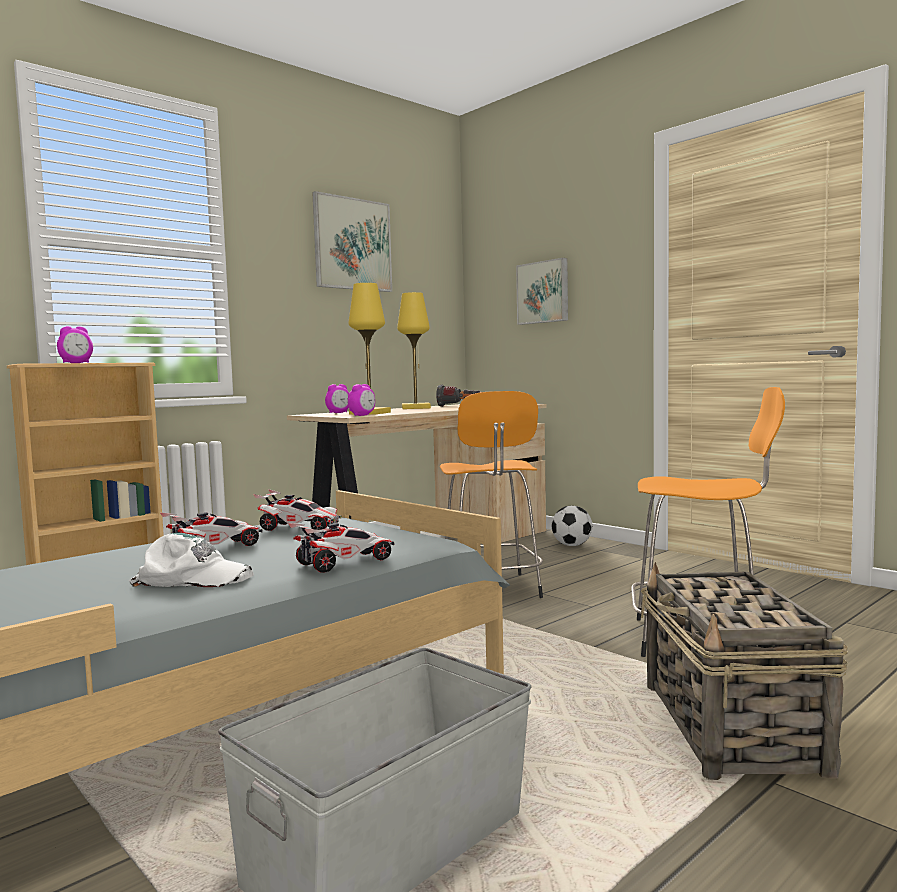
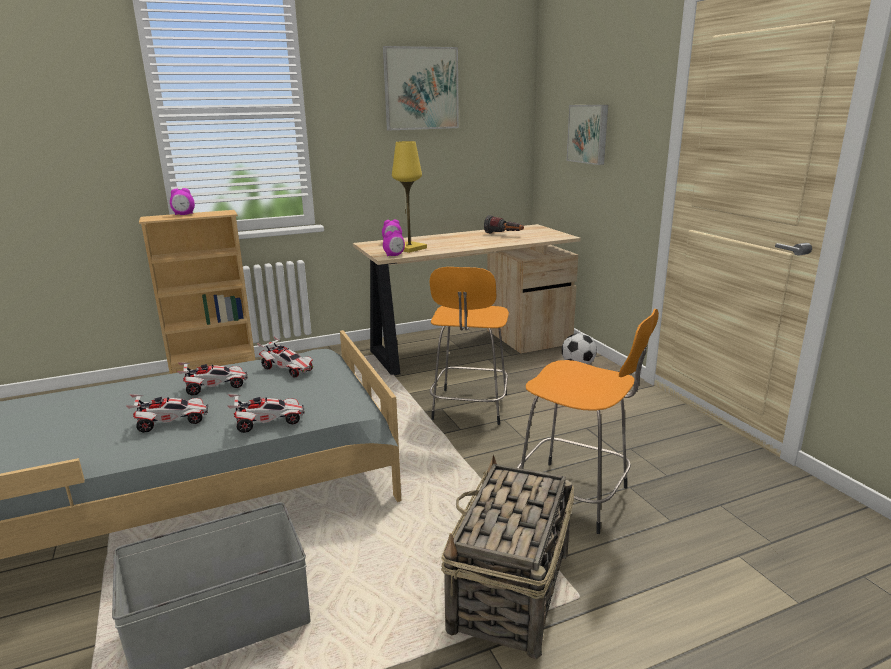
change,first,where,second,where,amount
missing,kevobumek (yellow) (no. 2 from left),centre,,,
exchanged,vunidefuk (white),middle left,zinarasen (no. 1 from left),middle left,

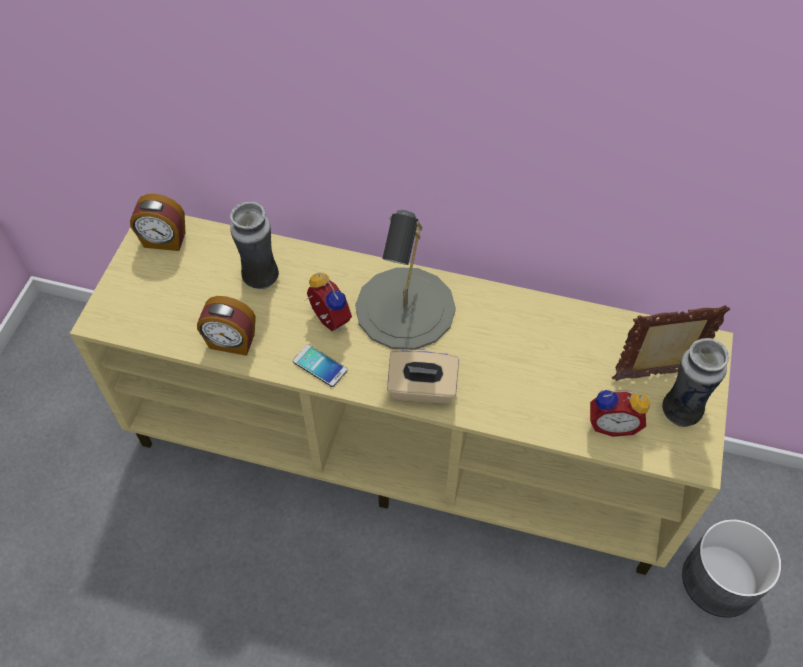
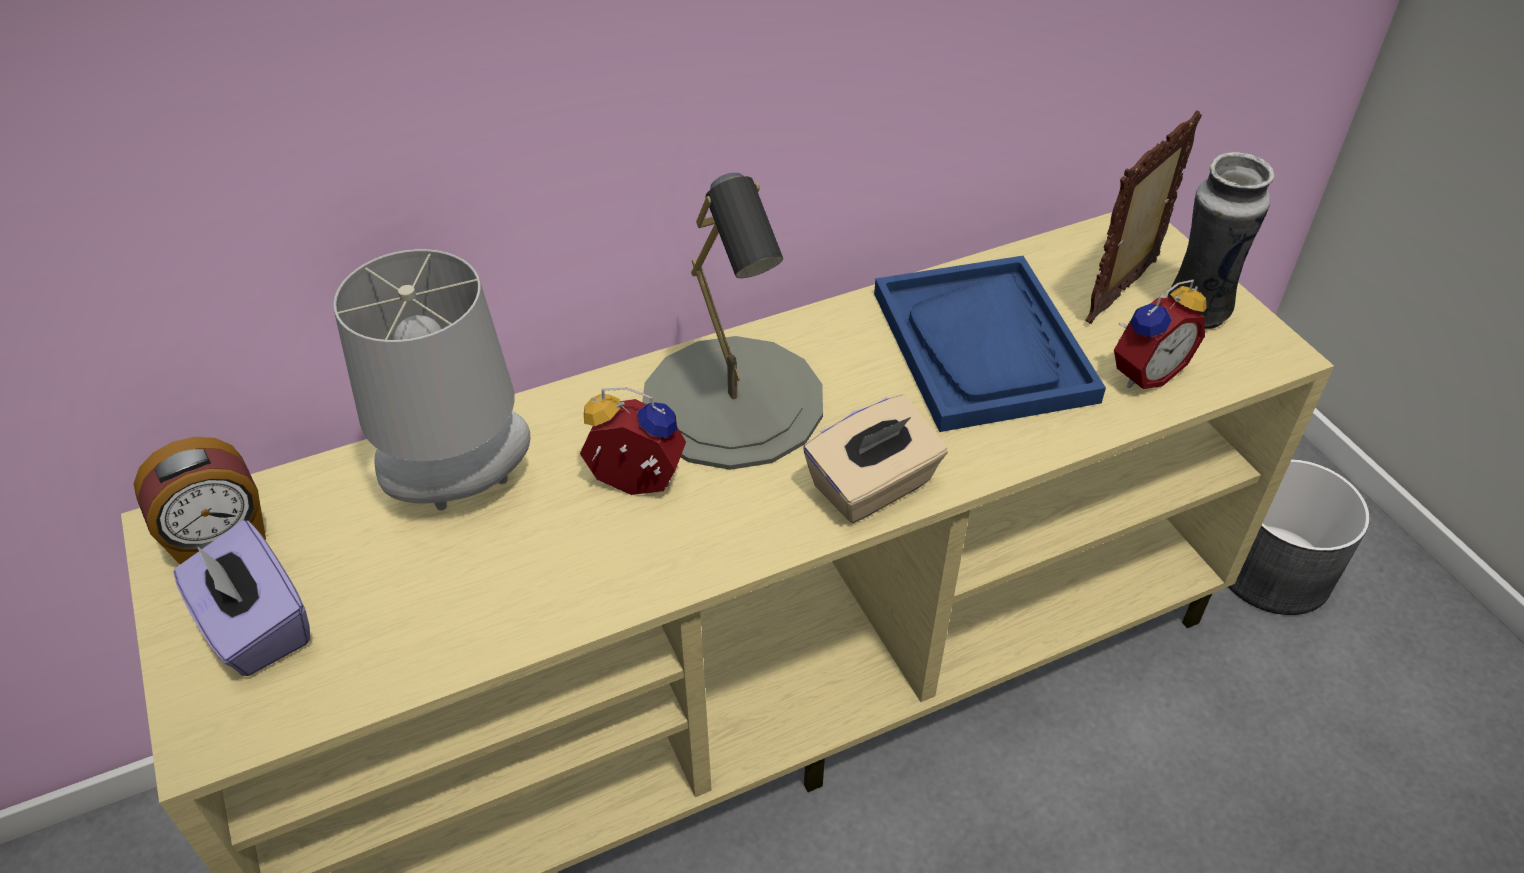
change,first,where,second,where,amount
exchanged,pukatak (no. 1 from left),middle left,kevobumek (grey) (no. 1 from left),middle left,
missing,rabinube (no. 2 from left),middle left,,,
missing,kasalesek,centre,,,
appeared,,,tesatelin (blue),centre,
appeared,,,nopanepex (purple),bottom left,

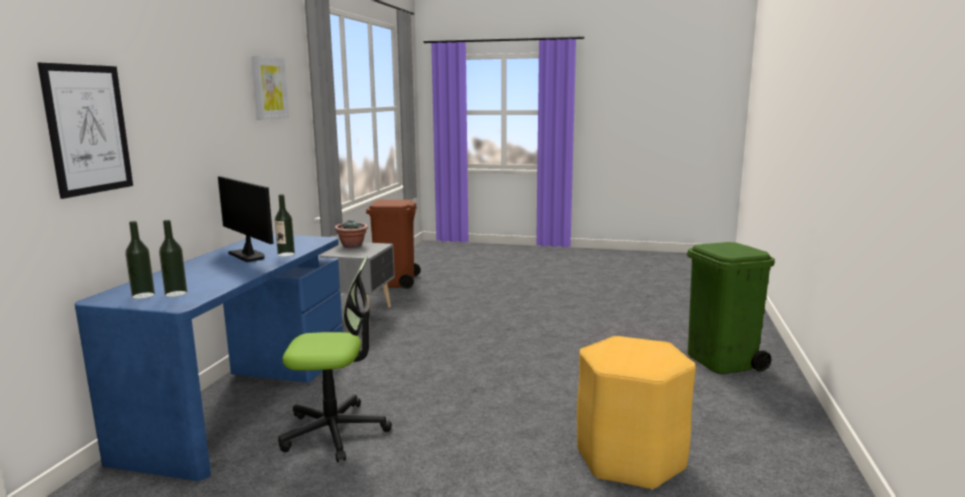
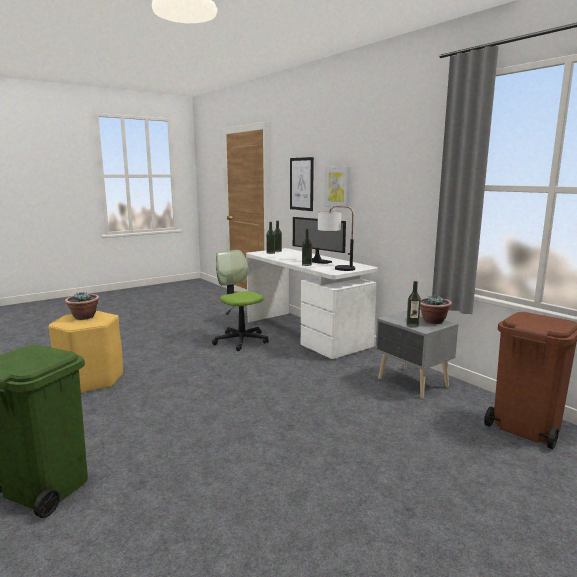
change,first,where,second,where,amount
relocated,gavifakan (no. 2 from left),top left,,top centre,
spun,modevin,middle left,,centre,45 degrees clockwise
colour,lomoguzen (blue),bottom left,lomoguzen (white),centre,
spun,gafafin,bottom centre,,centre,105 degrees clockwise
appeared,,,kevobumek,centre,
appeared,,,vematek (no. 4 from left),middle right,
appeared,,,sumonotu (no. 1 from left),middle left,

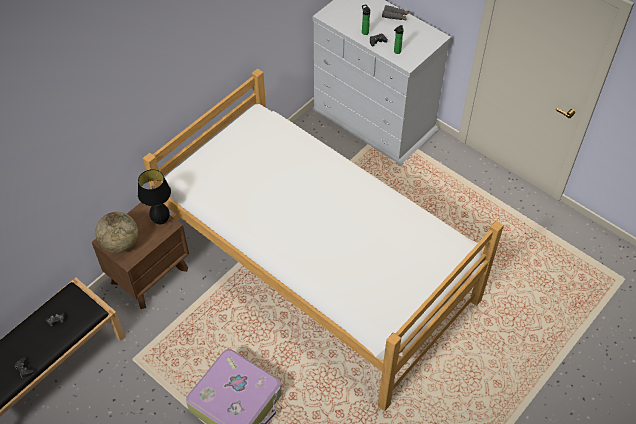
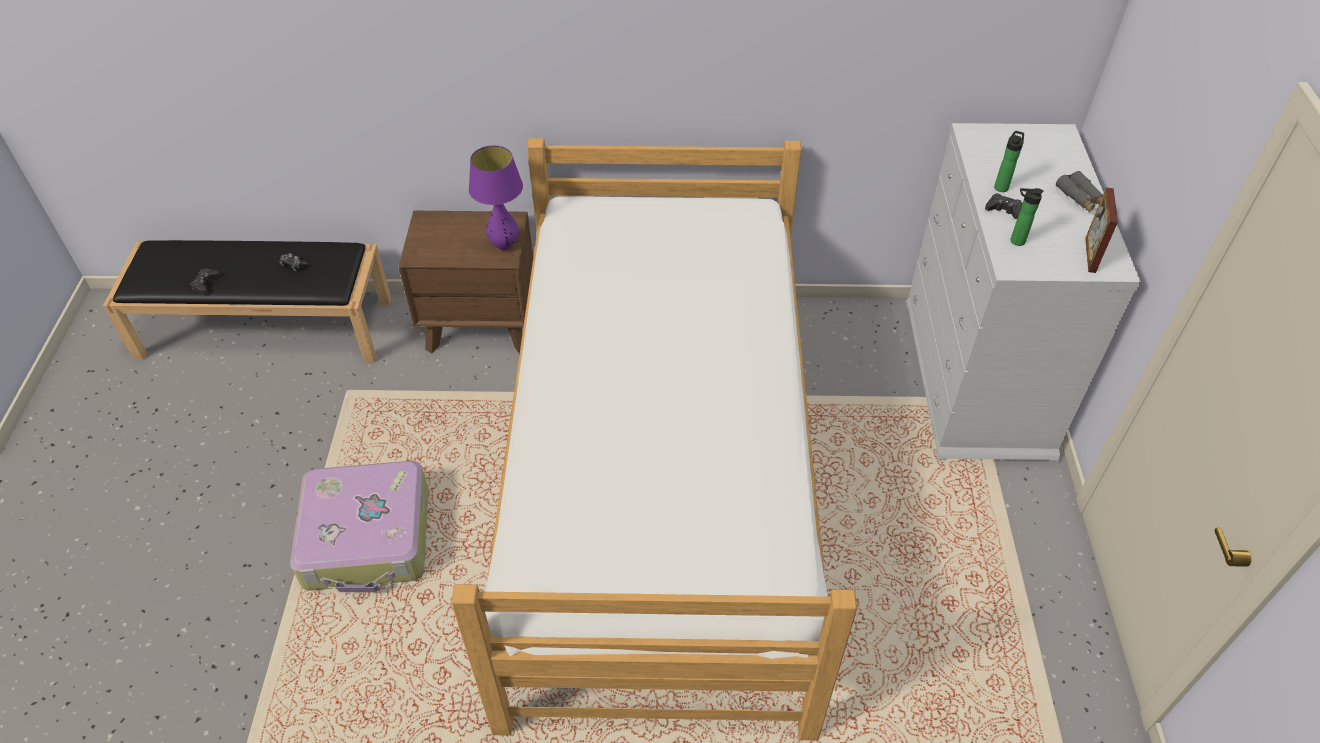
change,first,where,second,where,amount
colour,kevobumek (black),middle left,kevobumek (purple),top centre,
missing,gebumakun,middle left,,,
appeared,,,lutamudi,top right,

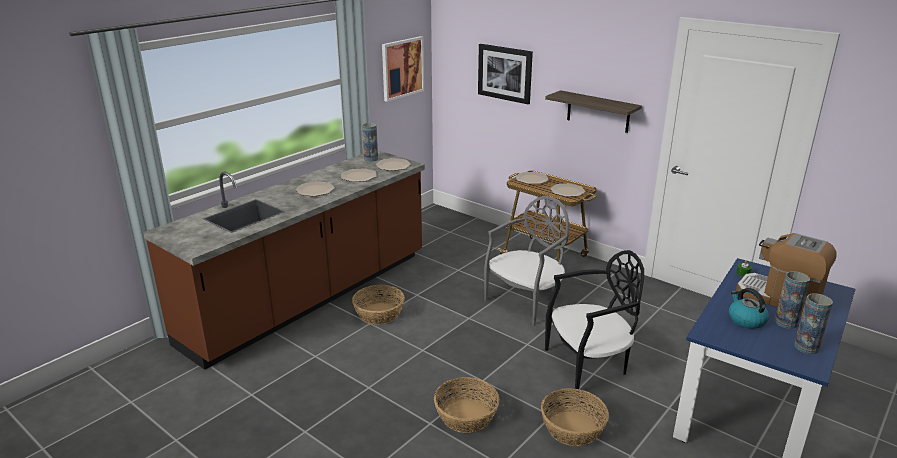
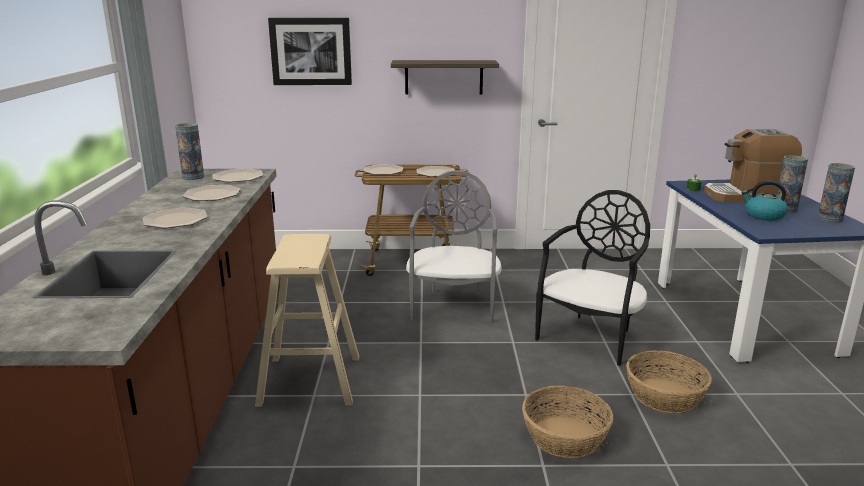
change,first,where,second,where,amount
missing,gavifakan (no. 1 from left),top centre,,,
exchanged,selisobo (no. 1 from left),centre,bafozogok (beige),centre,

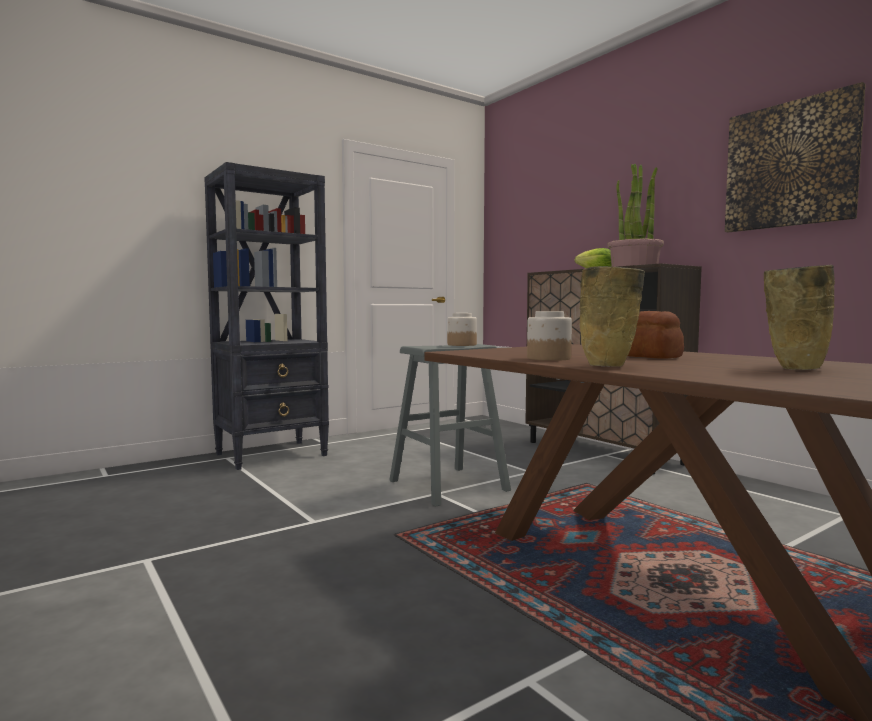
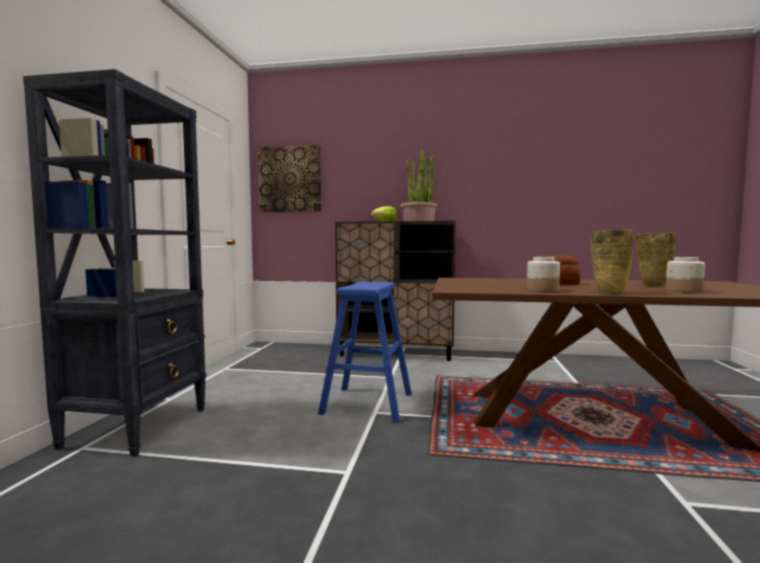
change,first,where,second,where,amount
relocated,gavifakan,top right,,top centre,
relocated,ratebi (no. 1 from left in the first image),centre,ratebi (no. 2 from left),middle right,
colour,bafozogok (grey),centre,bafozogok (blue),centre,

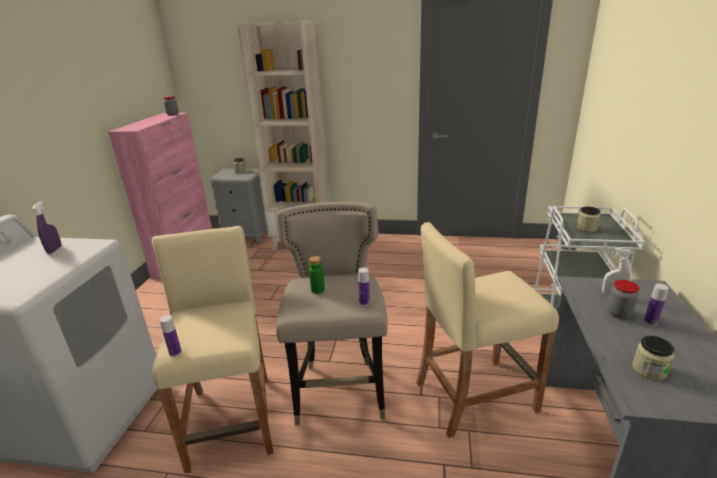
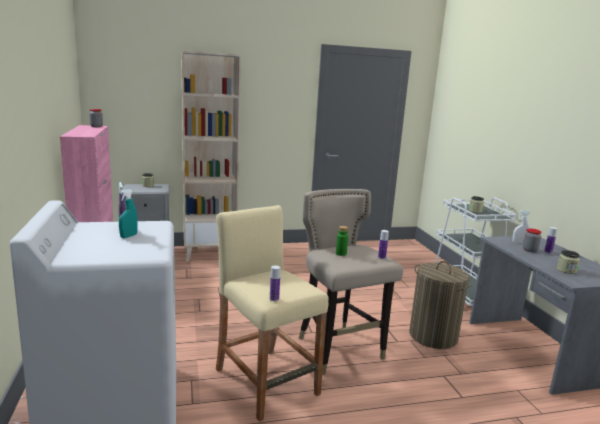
change,first,where,second,where,amount
exchanged,bafozogok (beige) (no. 3 from left),bottom right,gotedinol,bottom right,
appeared,,,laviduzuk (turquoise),middle left,

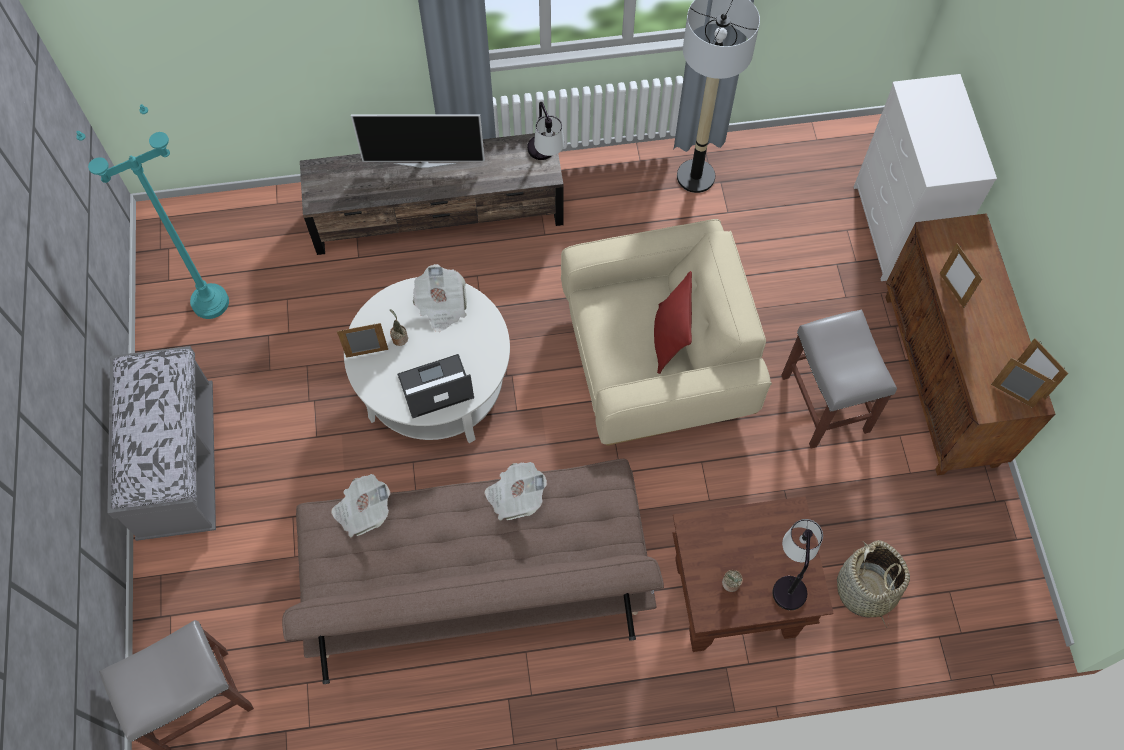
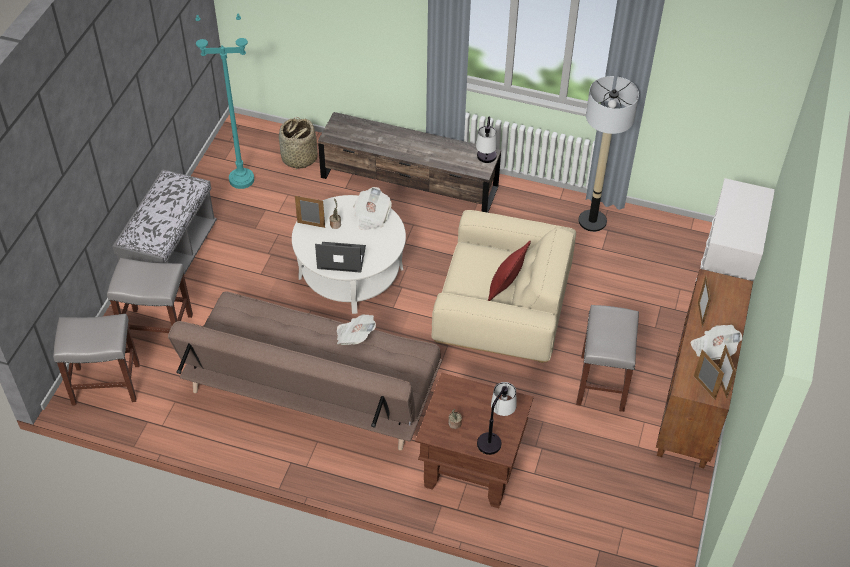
change,first,where,second,where,amount
missing,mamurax,top centre,,,
relocated,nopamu (no. 1 from left in the first image),bottom left,nopamu (no. 3 from left),middle right,
relocated,selisobo,bottom right,,top centre,
appeared,,,bafozogok (grey) (no. 2 from left),middle left,

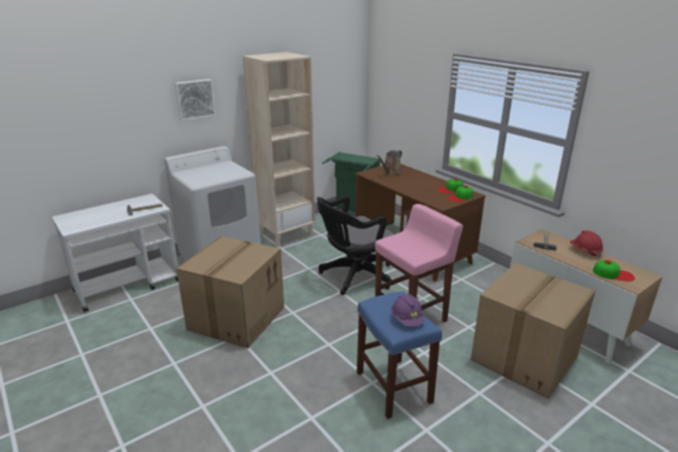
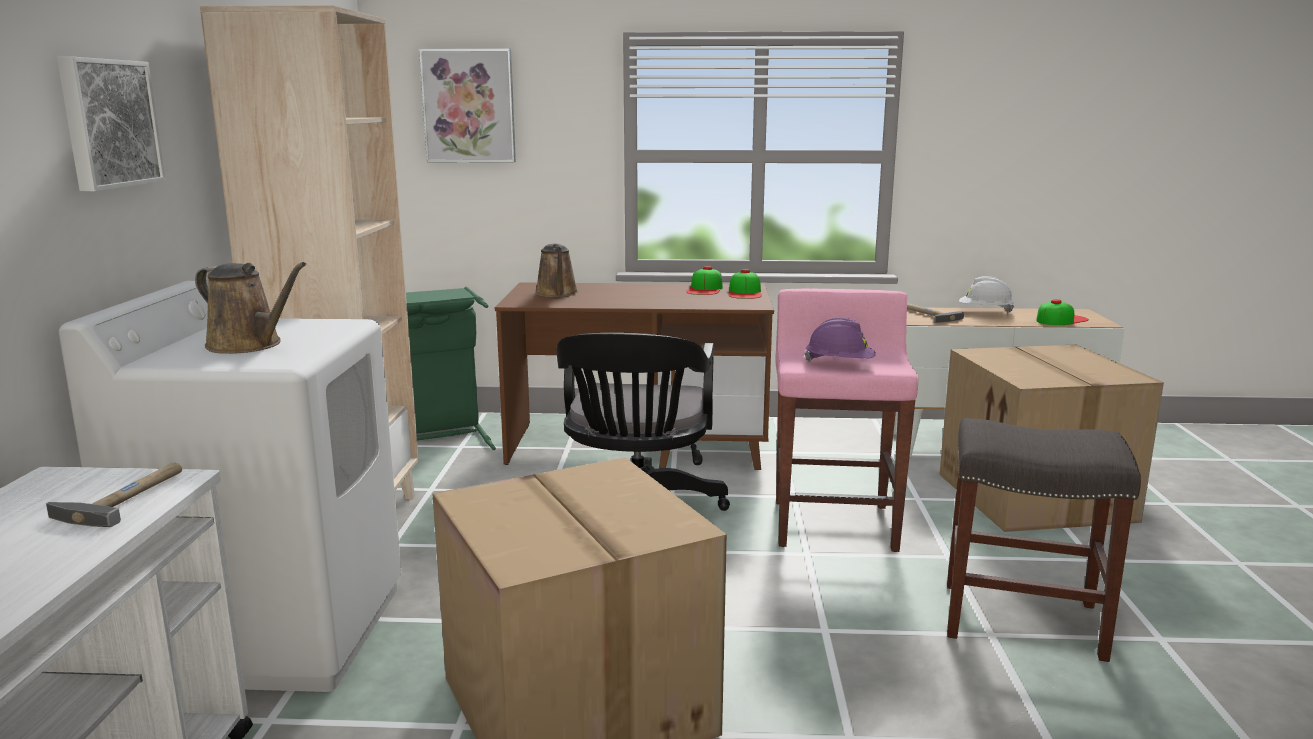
change,first,where,second,where,amount
colour,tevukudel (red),middle right,tevukudel (white),middle right,
colour,bafozogok (blue),bottom centre,bafozogok (grey),bottom right,
relocated,tevukudel (purple),bottom centre,,centre,
appeared,,,gavifakan (no. 2 from left),top centre,
appeared,,,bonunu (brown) (no. 1 from left),middle left,

